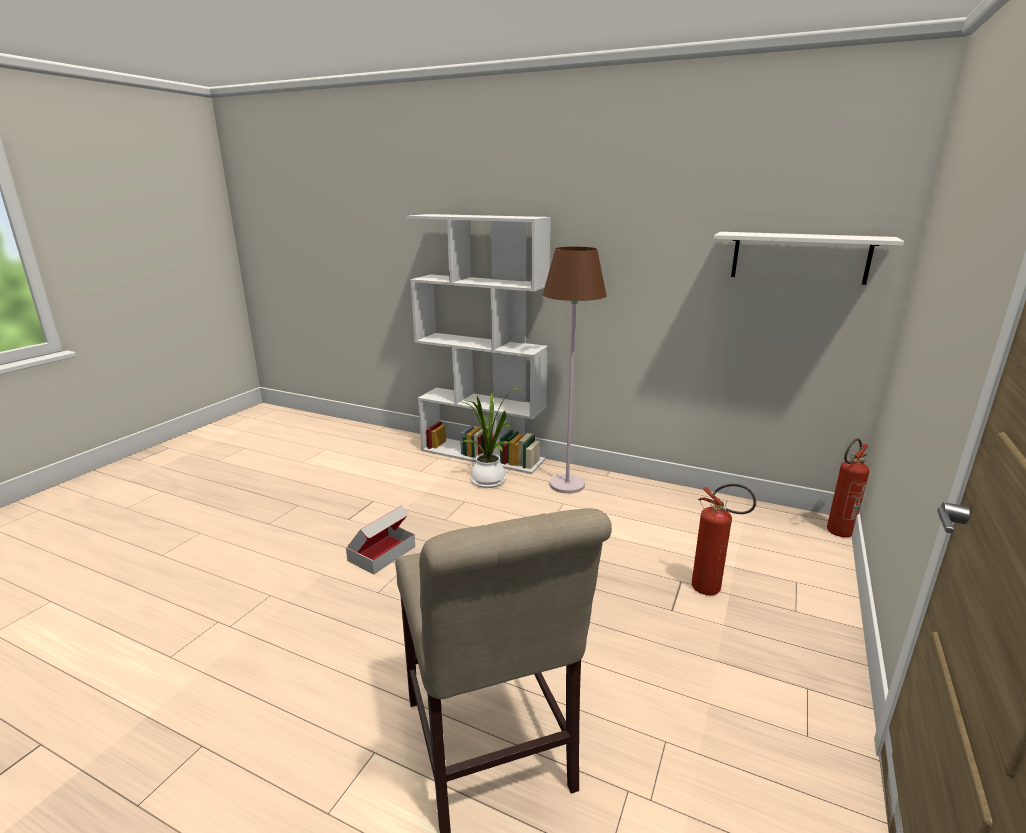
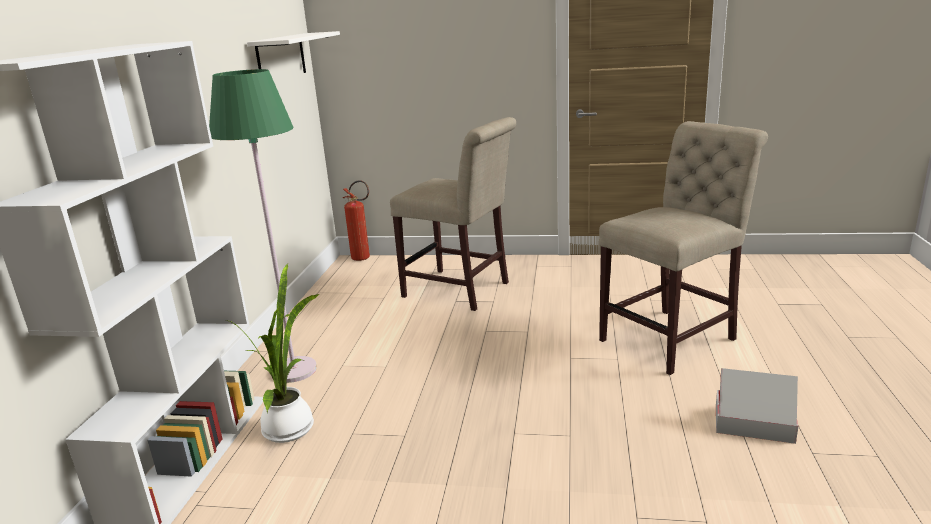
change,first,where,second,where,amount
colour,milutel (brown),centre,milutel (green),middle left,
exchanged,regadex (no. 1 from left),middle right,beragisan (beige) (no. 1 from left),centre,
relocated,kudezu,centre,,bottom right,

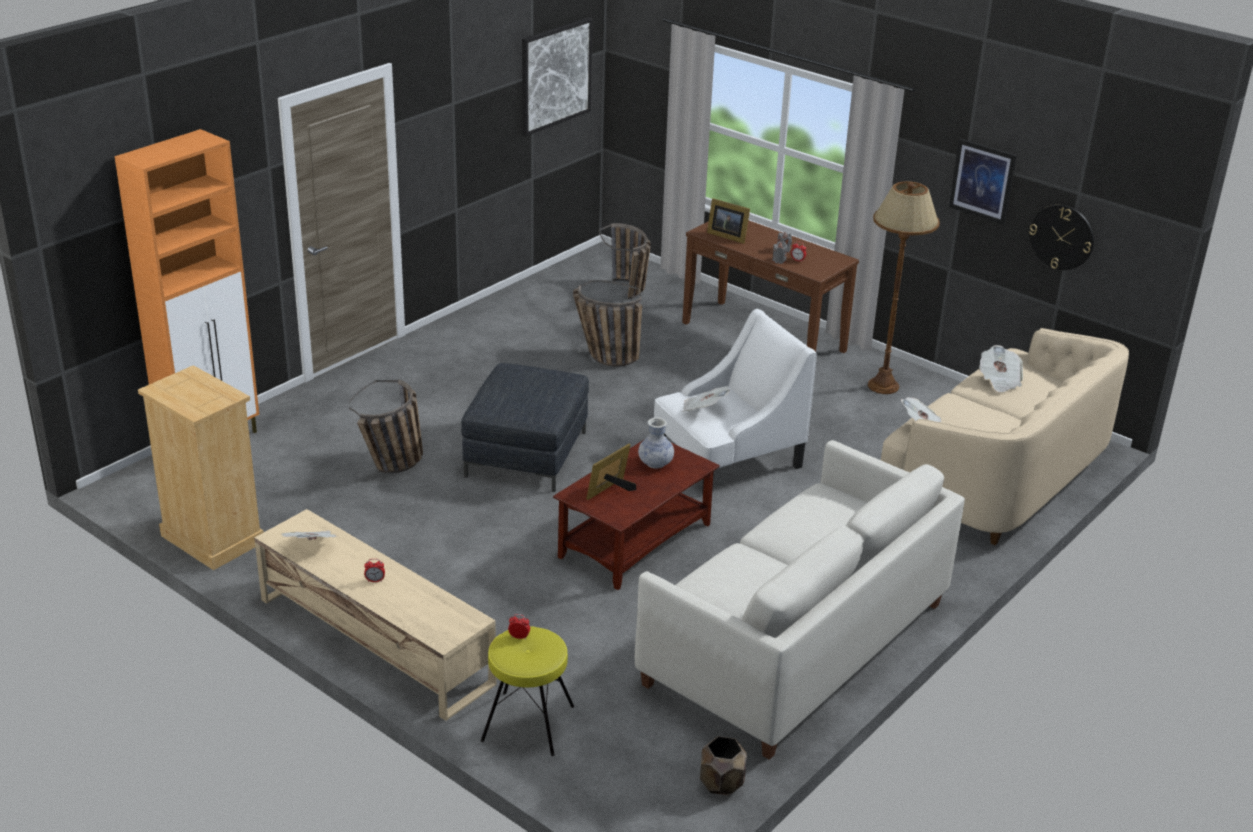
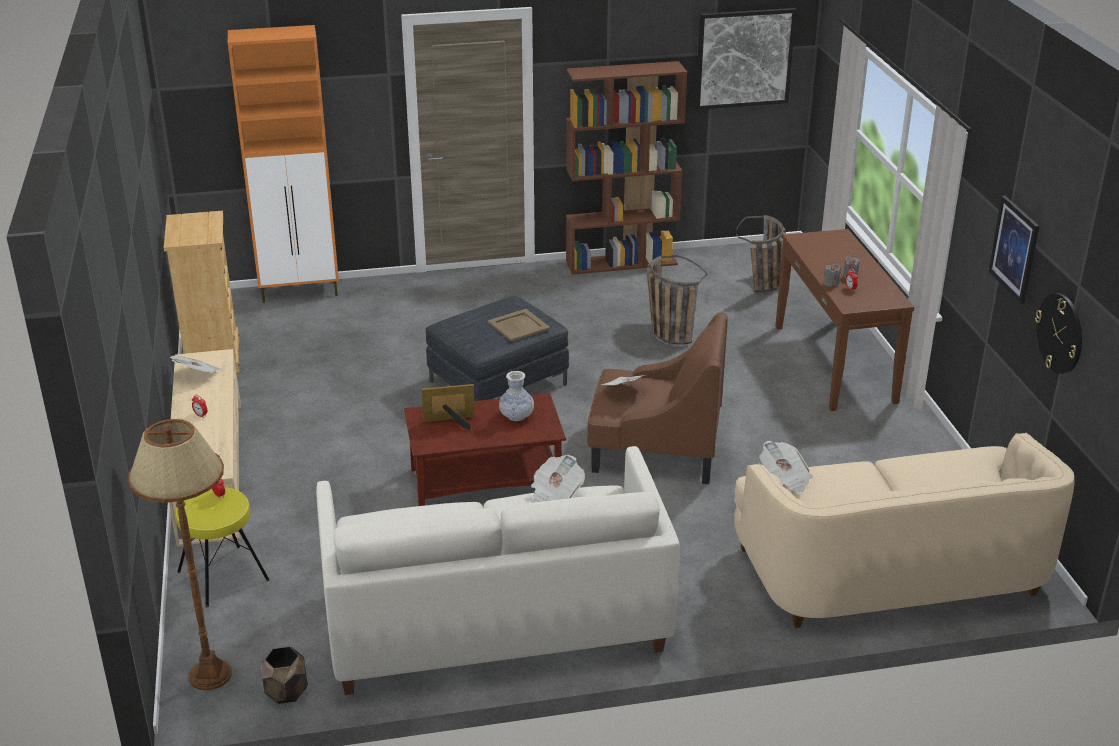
change,first,where,second,where,amount
relocated,milutel (brown),middle right,,bottom left,
missing,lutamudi (no. 2 from left),top centre,,,
colour,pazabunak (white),centre,pazabunak (brown),centre,
relocated,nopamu (no. 4 from left in the first image),middle right,nopamu (no. 2 from left),centre,
missing,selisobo (no. 1 from left),middle left,,,
appeared,,,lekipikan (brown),top centre,
appeared,,,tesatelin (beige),centre,

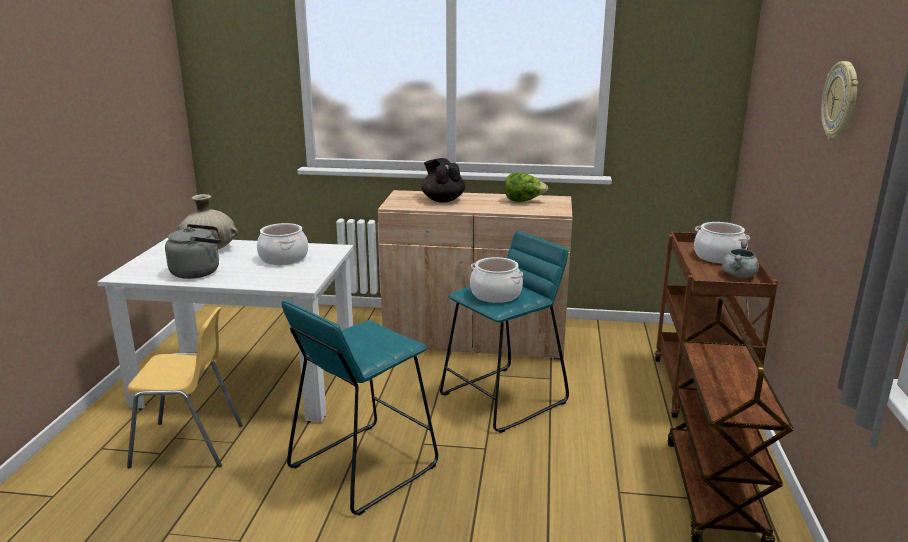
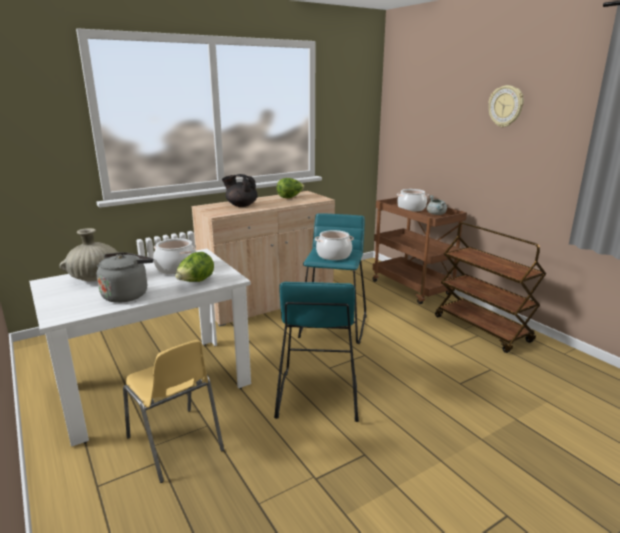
change,first,where,second,where,amount
spun,beragisan (yellow),bottom left,,bottom left,90 degrees clockwise
appeared,,,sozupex (no. 1 from left),middle left,

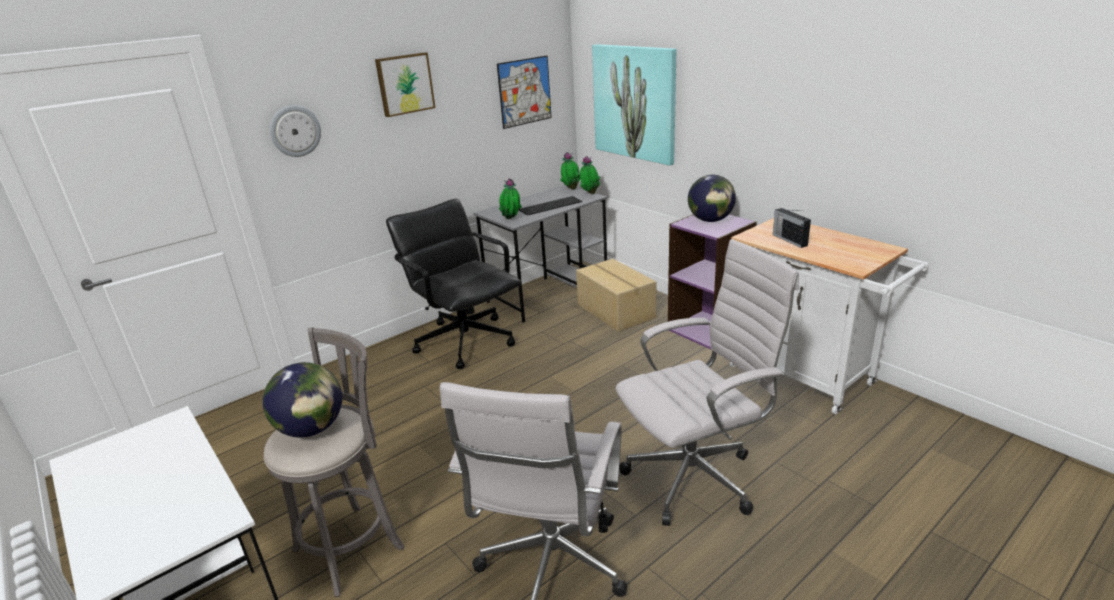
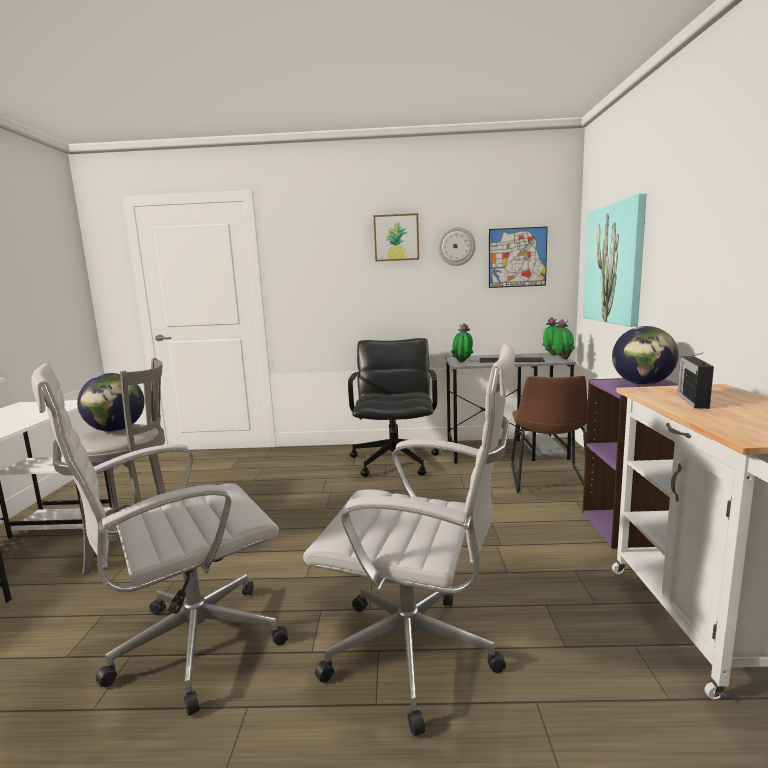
change,first,where,second,where,amount
relocated,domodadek,top left,,top centre,
exchanged,kudezu,centre,beragisan (brown),middle right,

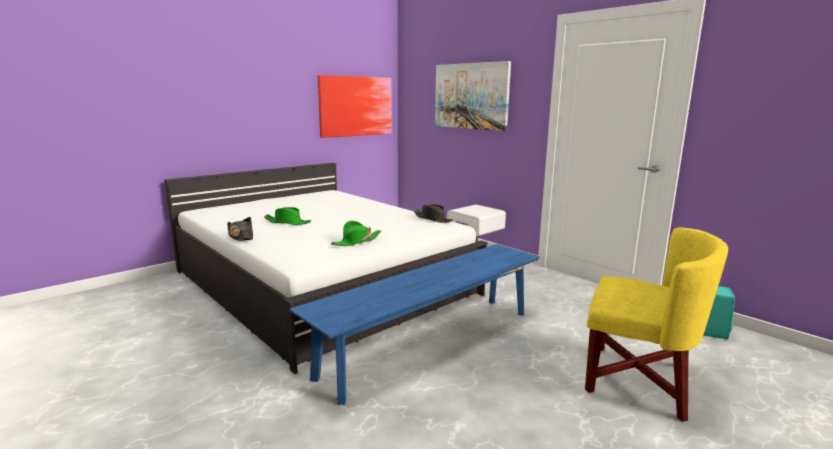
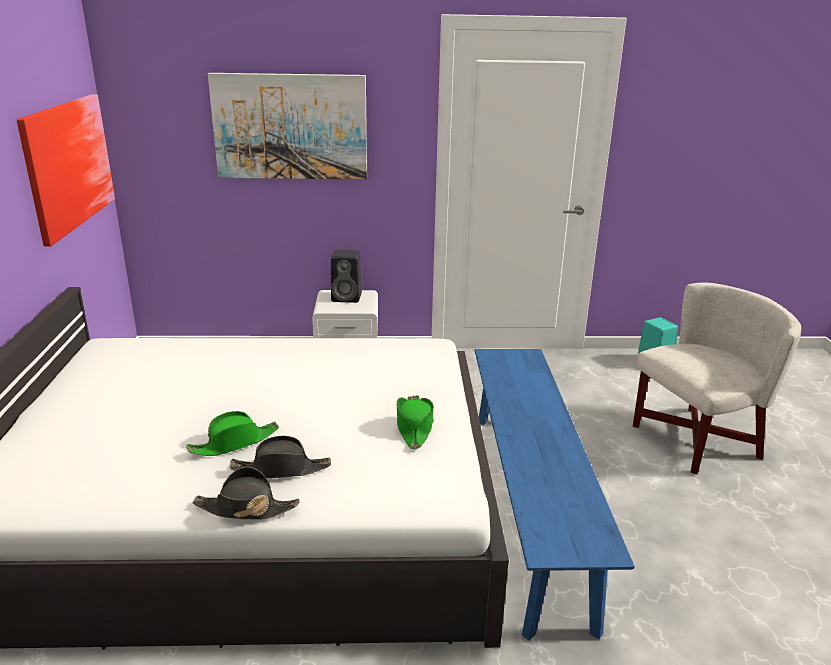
change,first,where,second,where,amount
relocated,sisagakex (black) (no. 2 from left),centre,,bottom centre,
colour,pazabunak (yellow),bottom right,pazabunak (white),middle right,
appeared,,,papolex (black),centre,

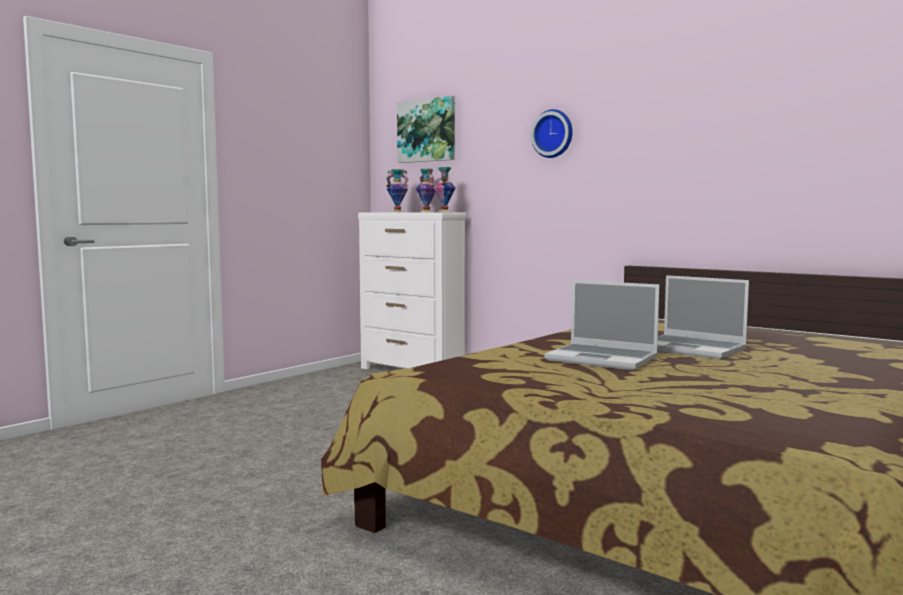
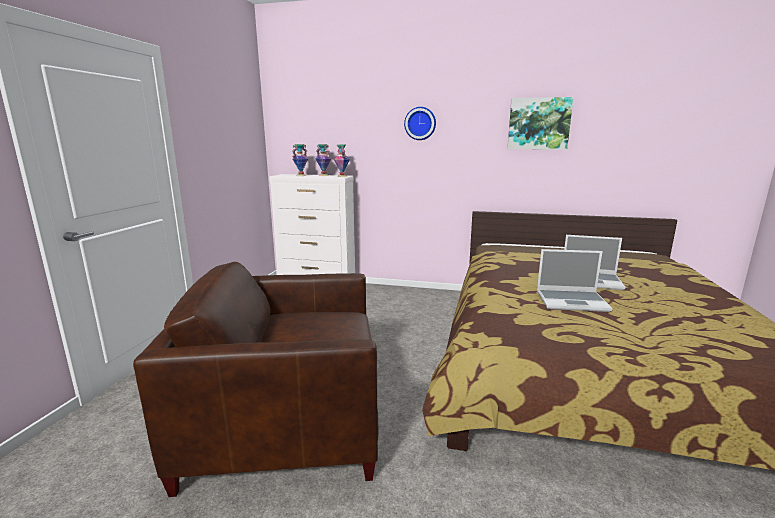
change,first,where,second,where,amount
relocated,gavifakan,top centre,,top right,
appeared,,,pazabunak (brown),bottom left,

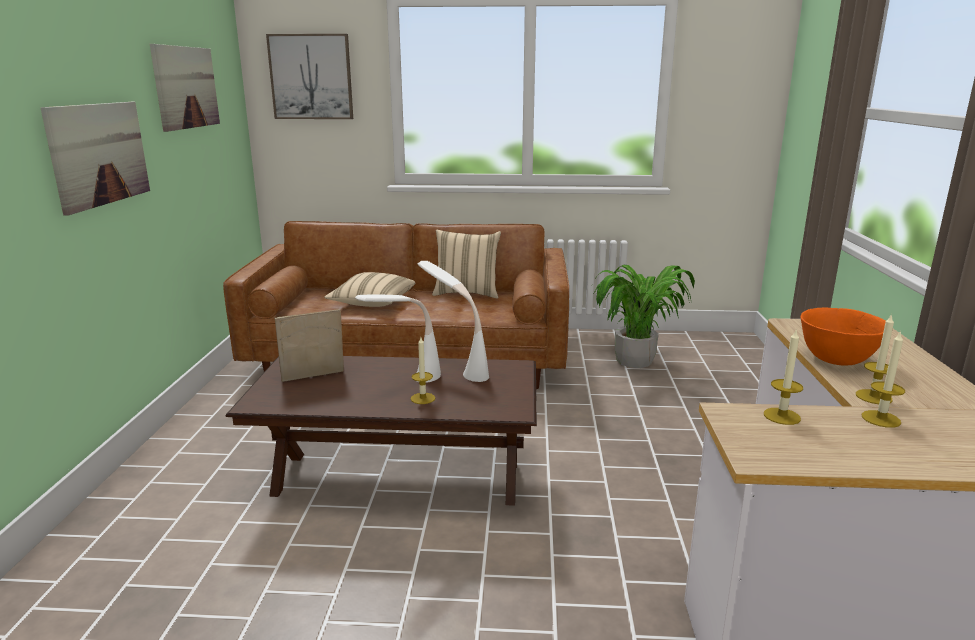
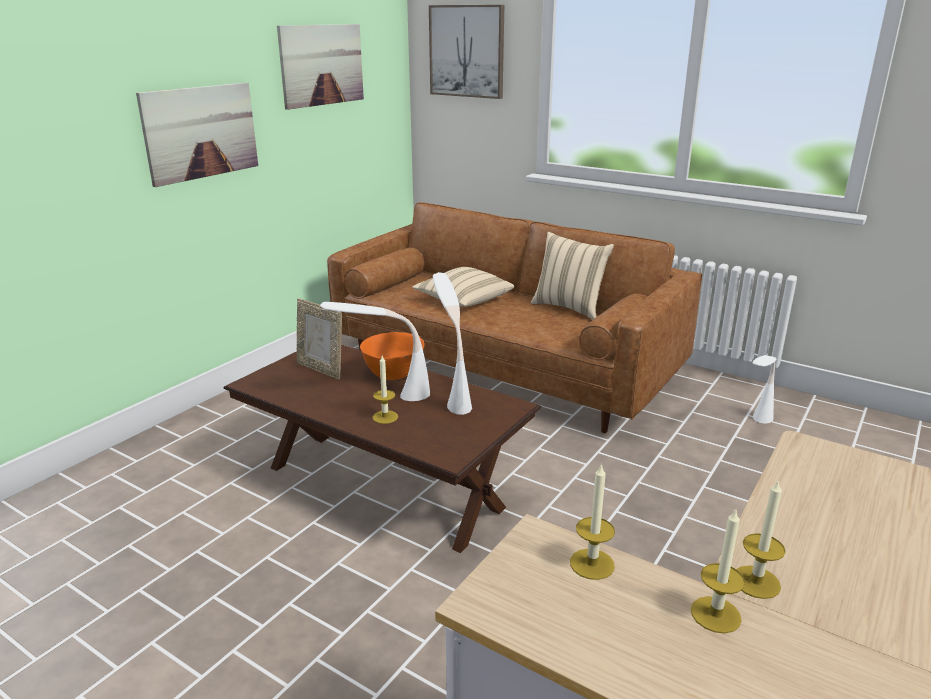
change,first,where,second,where,amount
exchanged,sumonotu,centre,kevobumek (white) (no. 3 from left),middle right,
relocated,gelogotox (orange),middle right,,centre,
spun,lutamudi,middle left,,centre,150 degrees counterclockwise

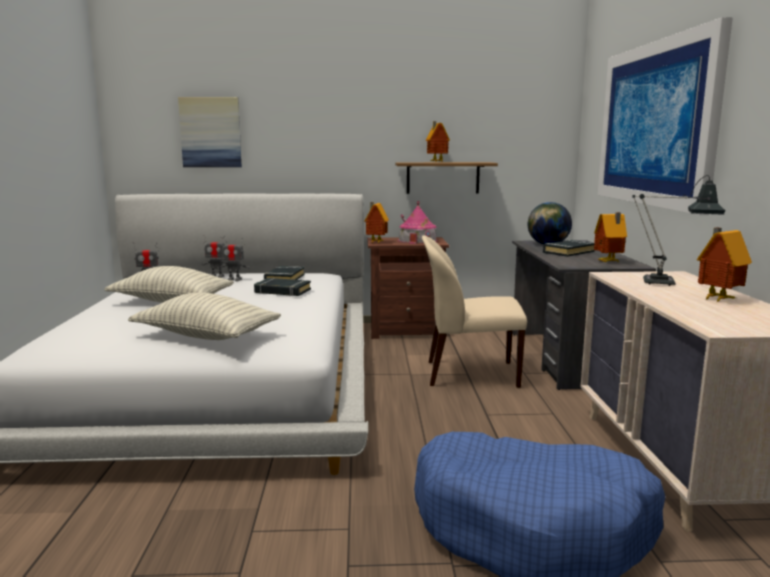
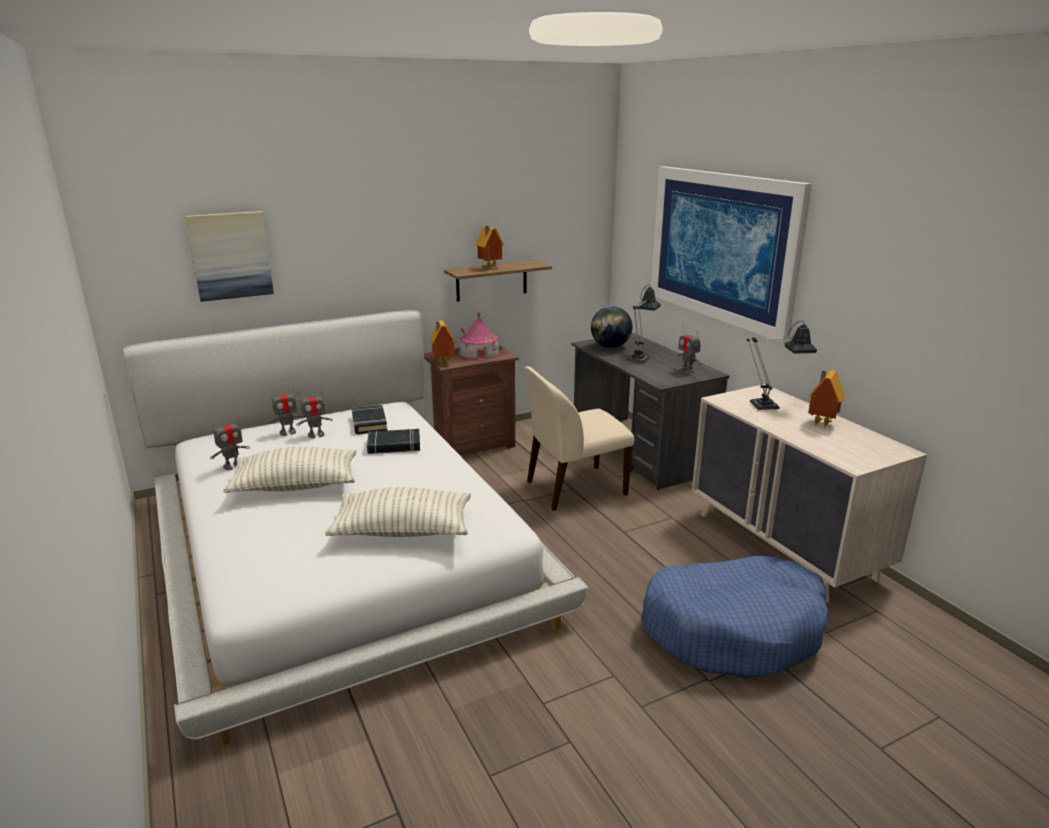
change,first,where,second,where,amount
exchanged,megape (no. 4 from left),middle right,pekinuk (no. 4 from left),centre,
exchanged,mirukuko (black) (no. 3 from left),middle right,kevobumek (no. 1 from left),centre,

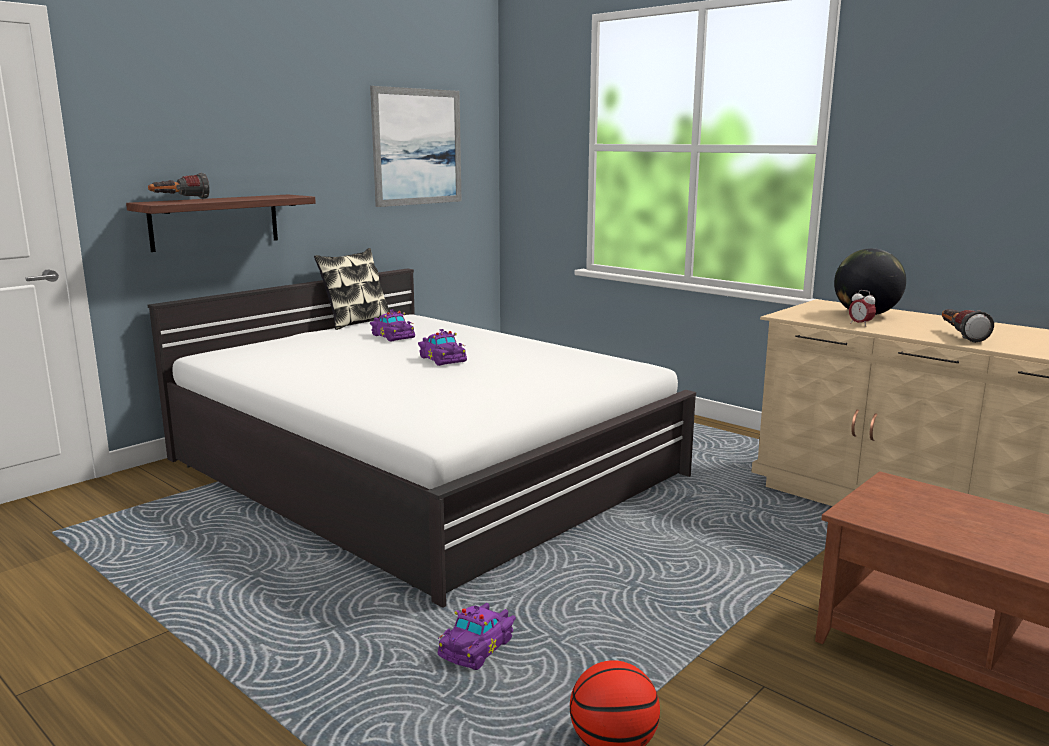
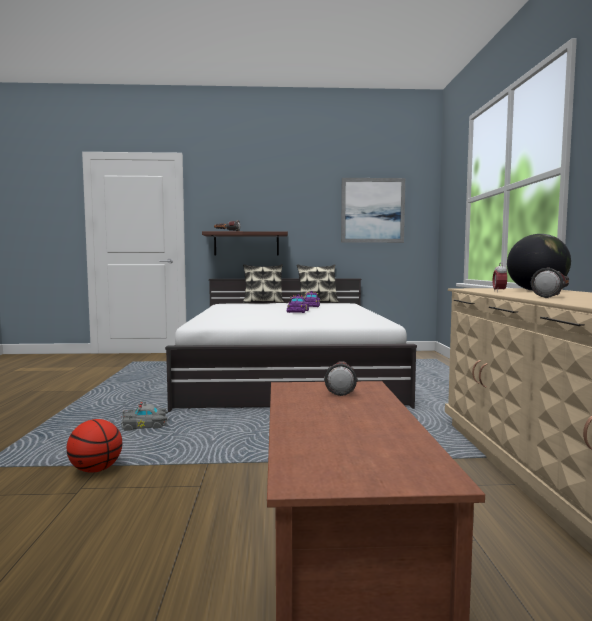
change,first,where,second,where,amount
colour,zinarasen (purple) (no. 3 from left),bottom centre,zinarasen (grey),bottom left,
appeared,,,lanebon (no. 1 from left),centre,
appeared,,,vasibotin (no. 2 from left),centre,

